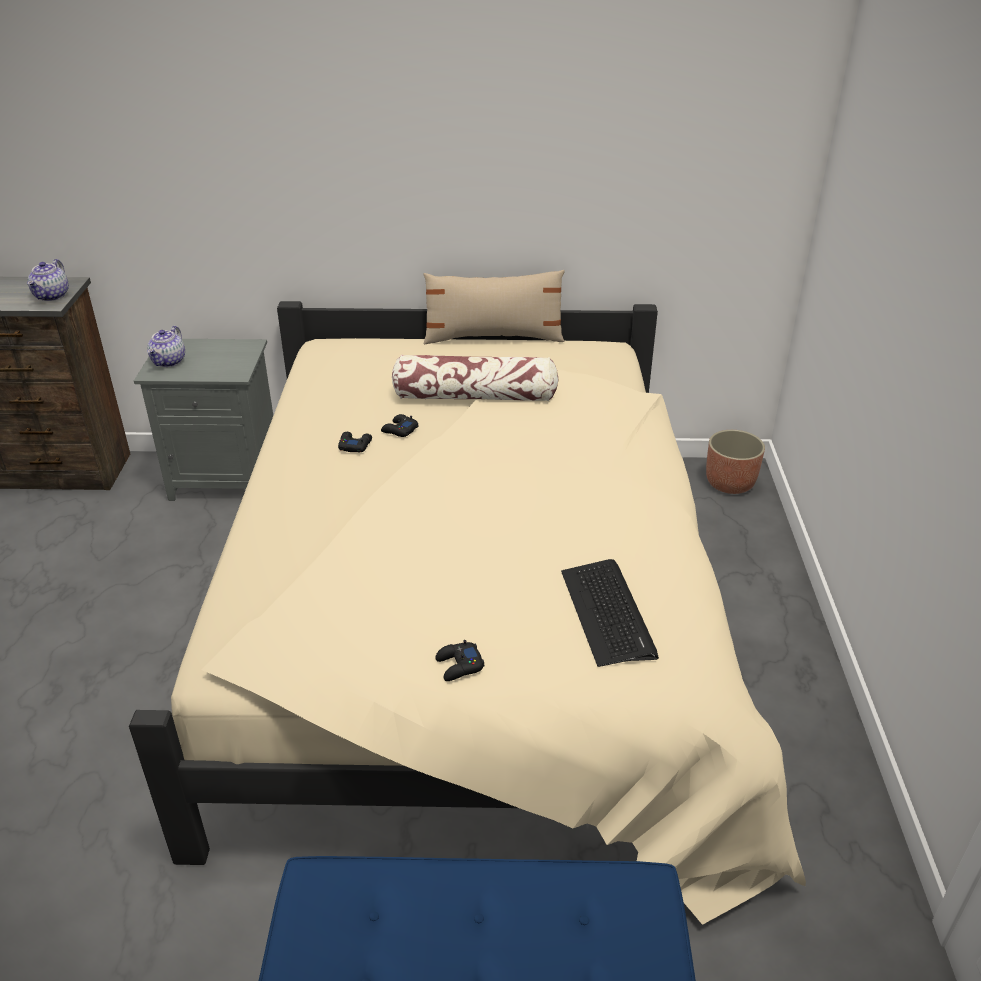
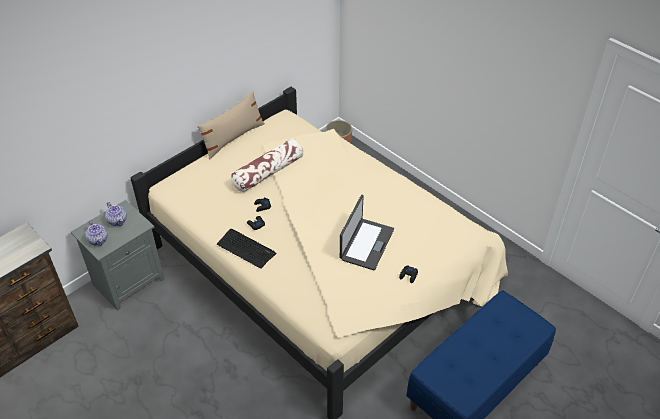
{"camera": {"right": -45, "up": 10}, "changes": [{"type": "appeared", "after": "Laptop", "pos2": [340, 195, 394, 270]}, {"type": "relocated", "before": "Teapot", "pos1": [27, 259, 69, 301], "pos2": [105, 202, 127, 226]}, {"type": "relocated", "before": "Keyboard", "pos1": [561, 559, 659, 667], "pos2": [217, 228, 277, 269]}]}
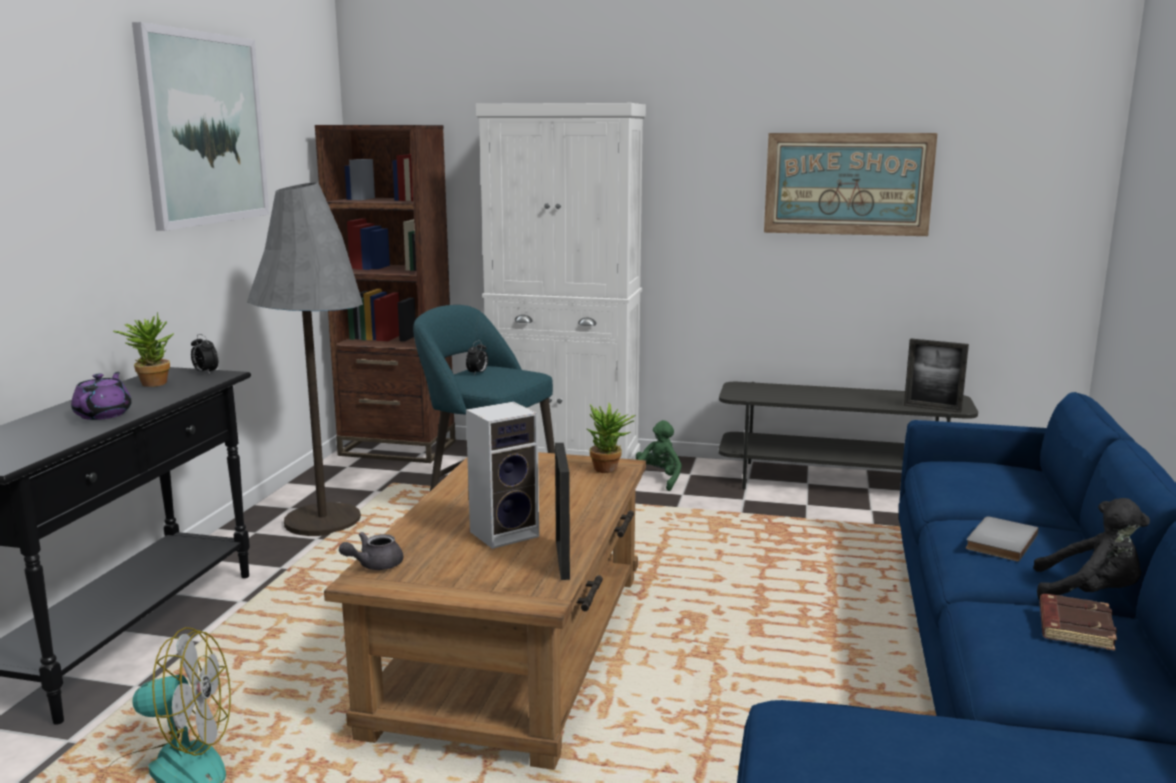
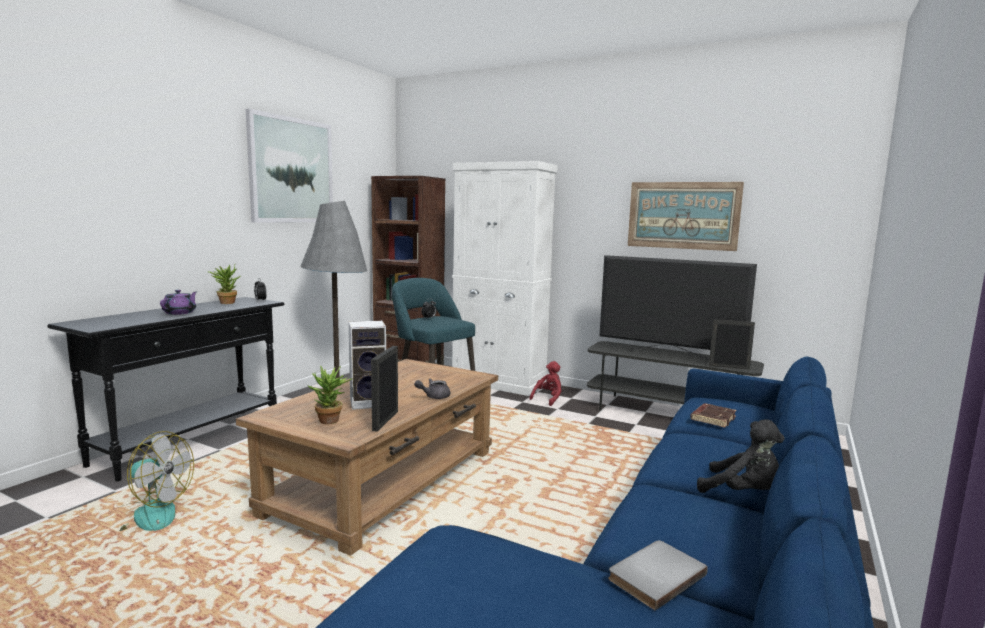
{"camera": {"right": 15, "up": -5}, "changes": [{"type": "appeared", "after": "Television", "pos2": [600, 255, 757, 360]}, {"type": "relocated", "before": "GreyTeapot", "pos1": [339, 532, 403, 570], "pos2": [414, 378, 450, 399]}, {"type": "relocated", "before": "PottedPlant", "pos1": [587, 402, 635, 473], "pos2": [307, 366, 353, 424]}, {"type": "relocated", "before": "GreyBook", "pos1": [966, 516, 1038, 562], "pos2": [608, 540, 708, 611]}, {"type": "relocated", "before": "BrownBook", "pos1": [1040, 594, 1117, 651], "pos2": [690, 403, 737, 428]}, {"type": "colour", "before": "GreenPlushToy", "after": "RedPlushToy", "pos1": [636, 420, 682, 491], "pos2": [529, 361, 561, 406]}, {"type": "spun", "before": "PictureFrame", "pos1": [904, 339, 969, 413], "pos2": [709, 319, 755, 370], "turn": 150}]}
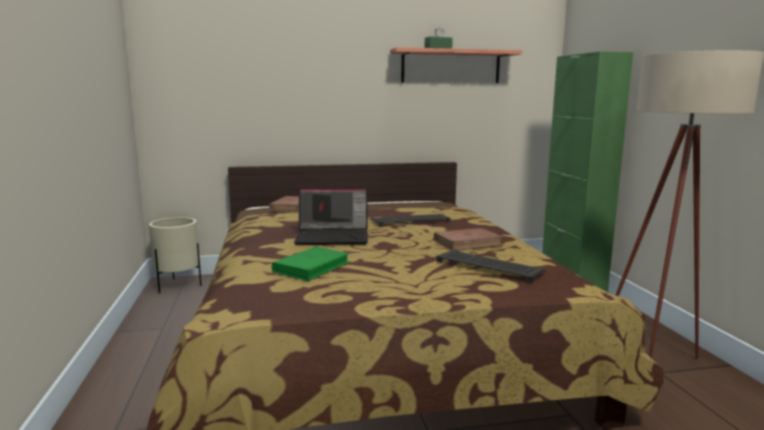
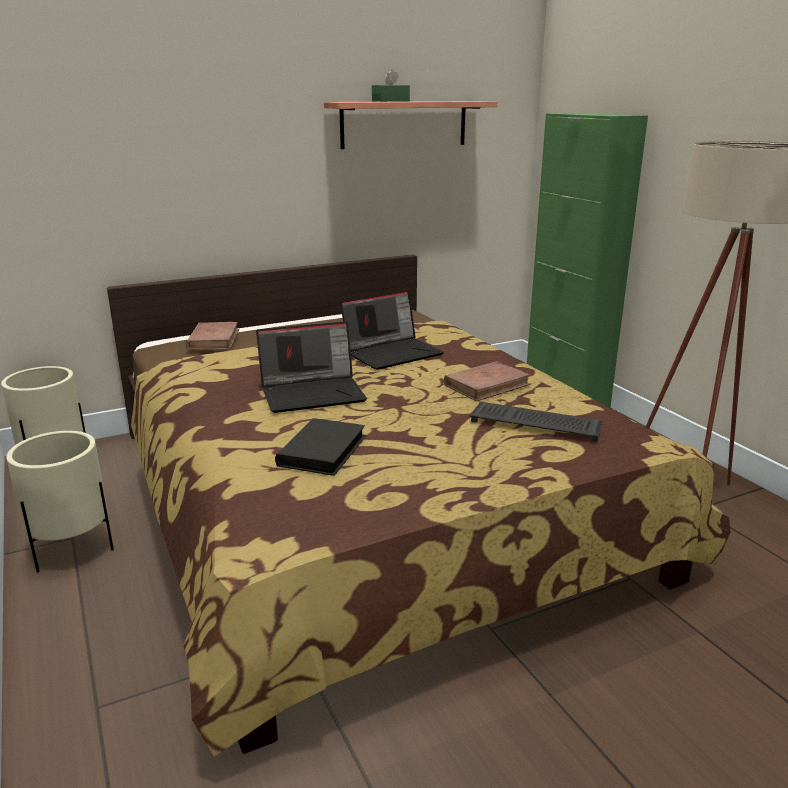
{"camera": {"right": -15, "up": 10}, "changes": [{"type": "appeared", "after": "BeigePlanter", "pos2": [6, 431, 114, 573]}, {"type": "exchanged", "before": "Keyboard", "after": "Laptop", "pos1": [370, 214, 451, 226], "pos2": [340, 290, 444, 370]}, {"type": "colour", "before": "GreenBook", "after": "BlackBook", "pos1": [272, 247, 351, 281], "pos2": [275, 418, 366, 476]}]}
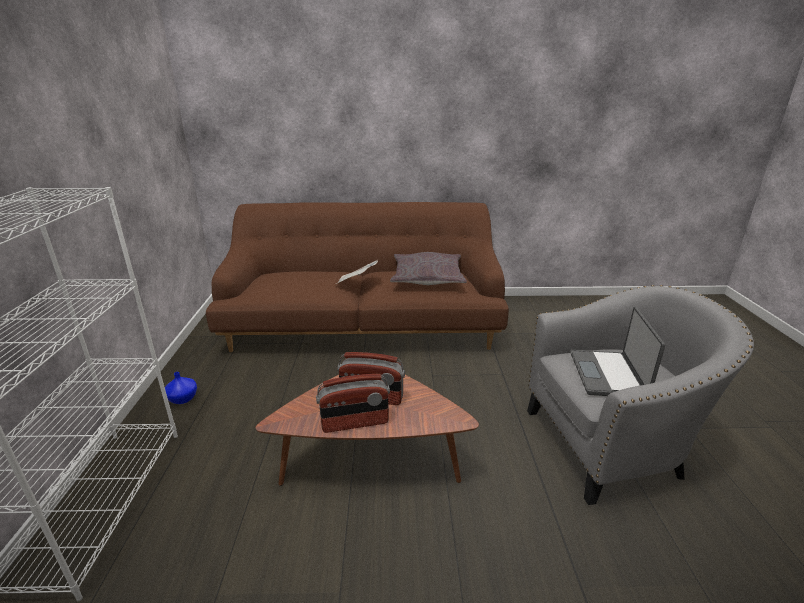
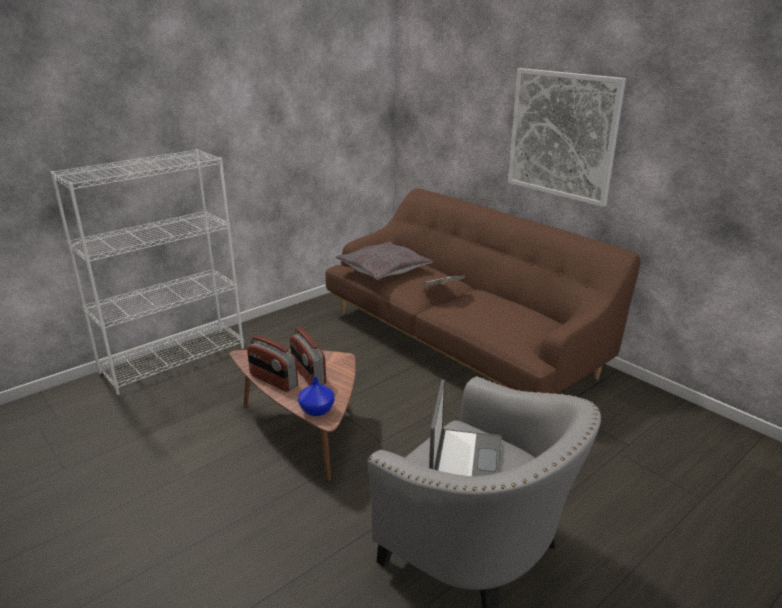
{"camera": {"right": 50, "up": 0}, "changes": [{"type": "appeared", "after": "Picture", "pos2": [508, 68, 626, 207]}, {"type": "relocated", "before": "BlueVase", "pos1": [165, 372, 197, 404], "pos2": [298, 377, 335, 416]}, {"type": "relocated", "before": "GreyPillow", "pos1": [390, 252, 467, 285], "pos2": [336, 242, 433, 280]}, {"type": "spun", "before": "Laptop", "pos1": [570, 307, 665, 396], "pos2": [429, 379, 502, 476], "turn": 135}]}
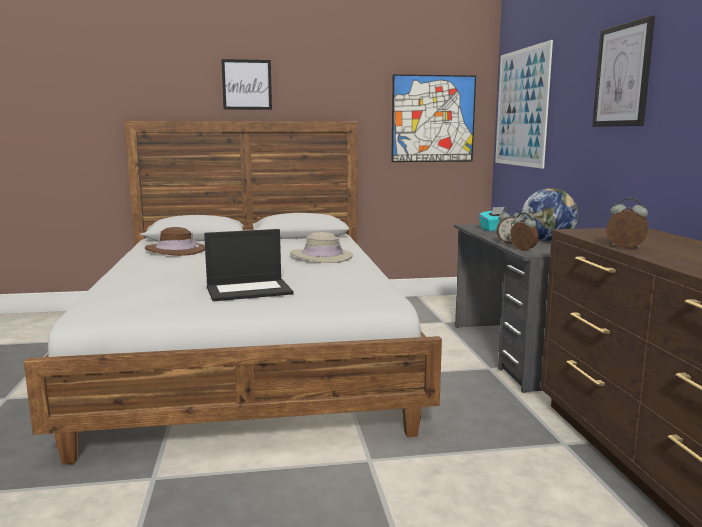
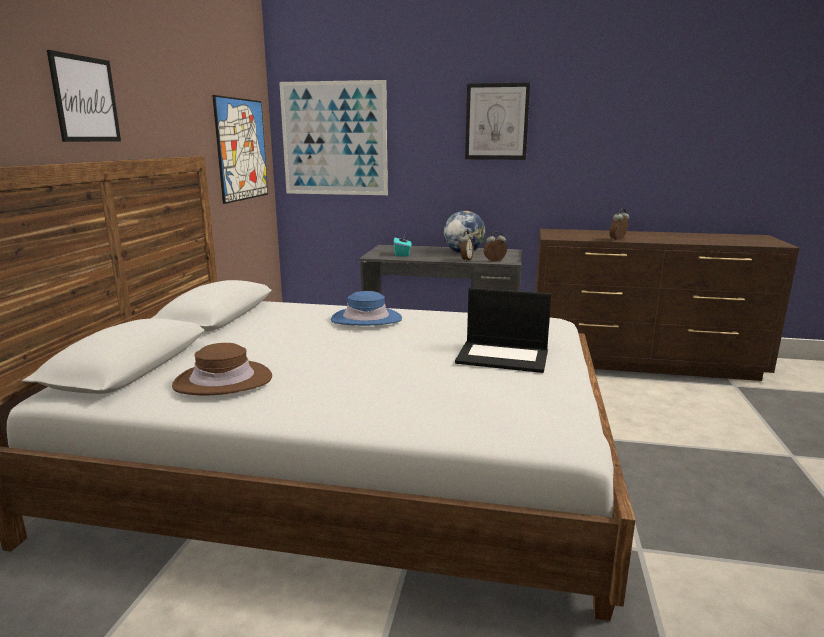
{"camera": {"right": -70, "up": 5}, "changes": [{"type": "colour", "before": "BeigeHat", "after": "BlueHat", "pos1": [290, 232, 353, 263], "pos2": [331, 291, 402, 326]}, {"type": "spun", "before": "Laptop", "pos1": [204, 229, 294, 301], "pos2": [455, 288, 551, 373], "turn": 105}]}
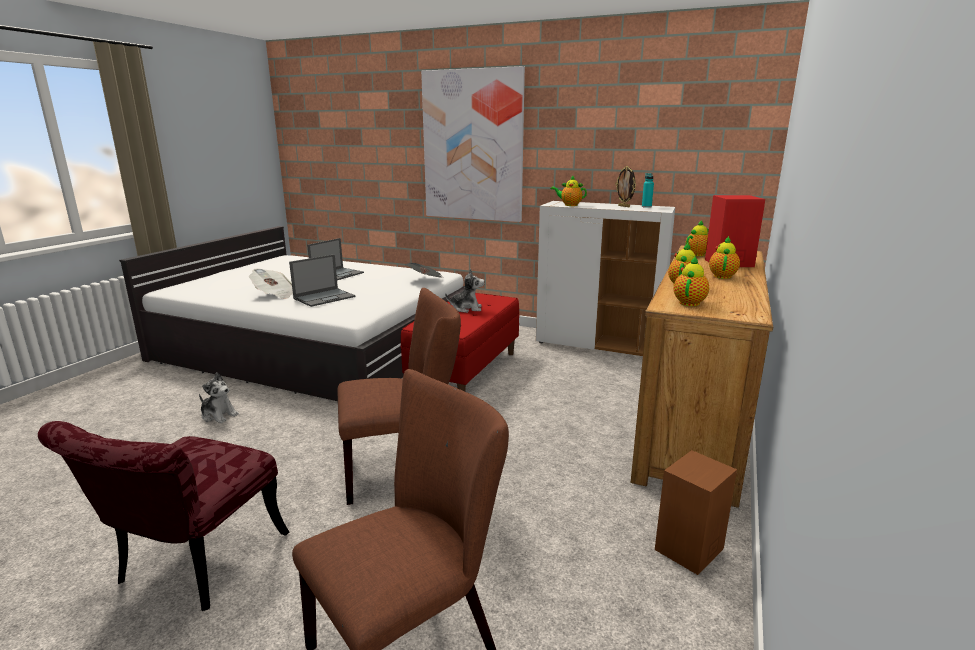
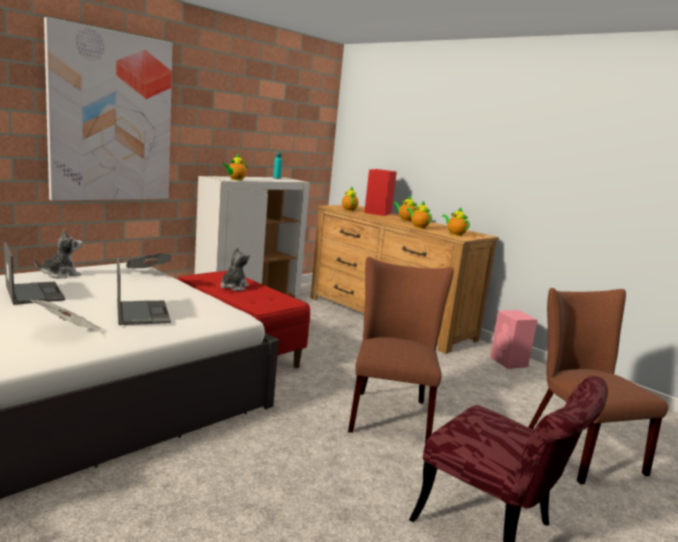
{"camera": {"right": -70, "up": -5}, "changes": [{"type": "missing", "before": "PictureFrame", "pos1": [616, 166, 636, 207]}, {"type": "relocated", "before": "PlushToy", "pos1": [199, 372, 239, 423], "pos2": [34, 230, 83, 278]}, {"type": "colour", "before": "BrownSpeaker", "after": "PinkSpeaker", "pos1": [655, 450, 737, 575], "pos2": [490, 310, 538, 369]}]}
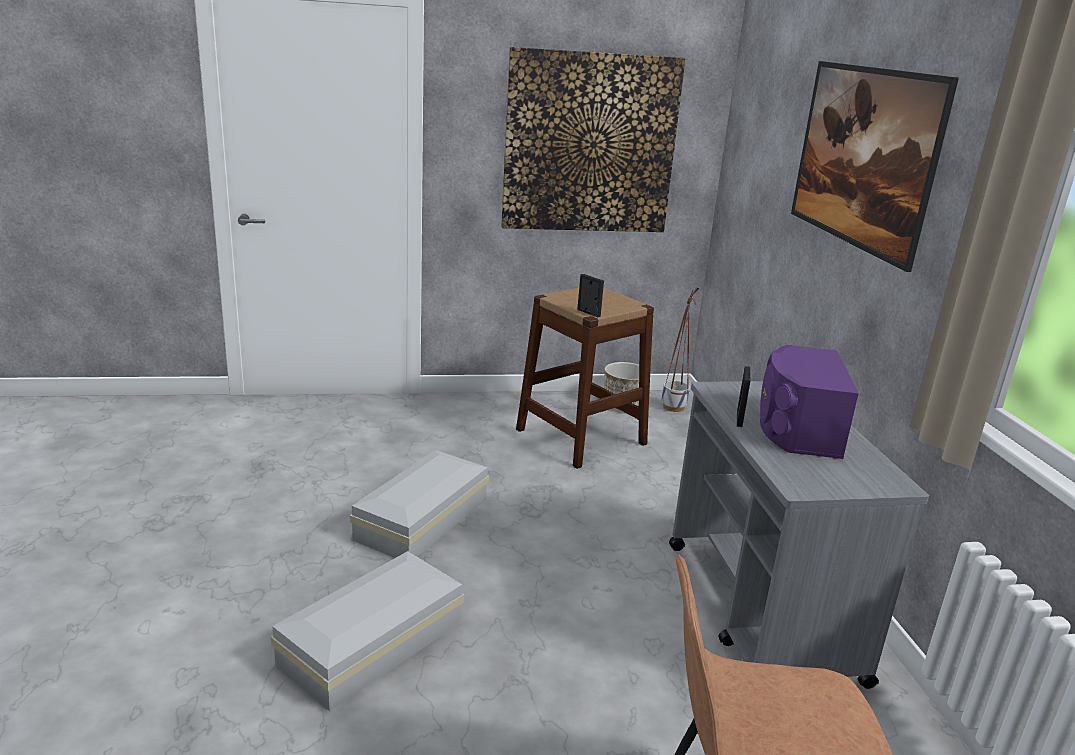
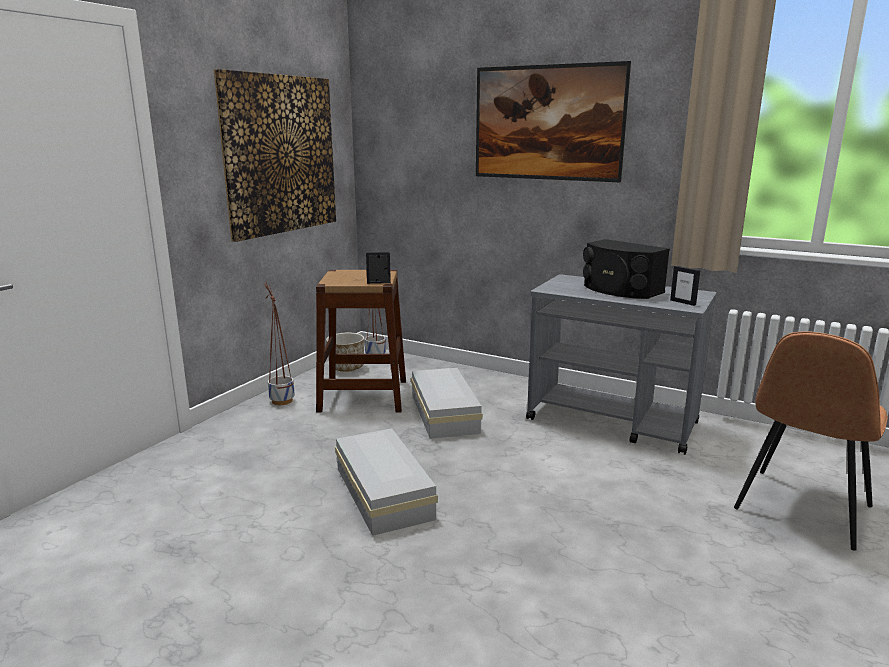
{"camera": {"right": -50, "up": -5}, "changes": [{"type": "appeared", "after": "Planter", "pos2": [264, 282, 295, 405]}, {"type": "relocated", "before": "WhiteStorageBox", "pos1": [271, 551, 464, 712], "pos2": [411, 368, 483, 439]}, {"type": "relocated", "before": "PictureFrame", "pos1": [737, 366, 750, 427], "pos2": [670, 266, 700, 306]}, {"type": "colour", "before": "PurpleSpeaker", "after": "BlackSpeaker", "pos1": [760, 345, 859, 459], "pos2": [583, 239, 670, 299]}]}
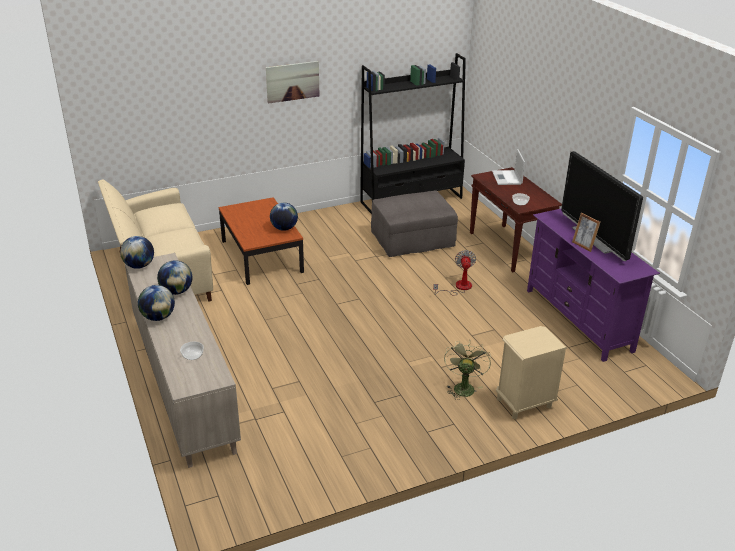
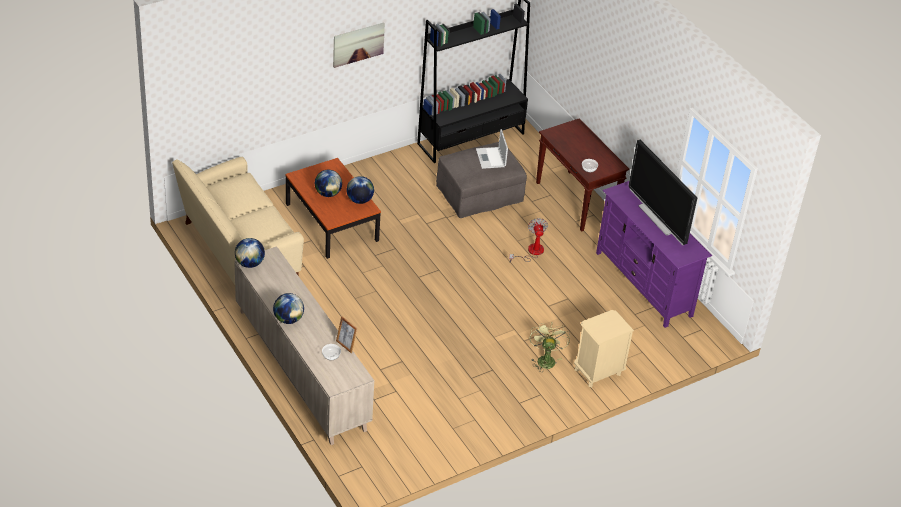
{"camera": {"right": -10, "up": 10}, "changes": [{"type": "relocated", "before": "Globe", "pos1": [157, 260, 192, 295], "pos2": [315, 170, 342, 197]}, {"type": "relocated", "before": "Laptop", "pos1": [492, 149, 525, 185], "pos2": [476, 129, 508, 169]}, {"type": "relocated", "before": "PictureFrame", "pos1": [572, 213, 600, 252], "pos2": [336, 316, 358, 353]}]}
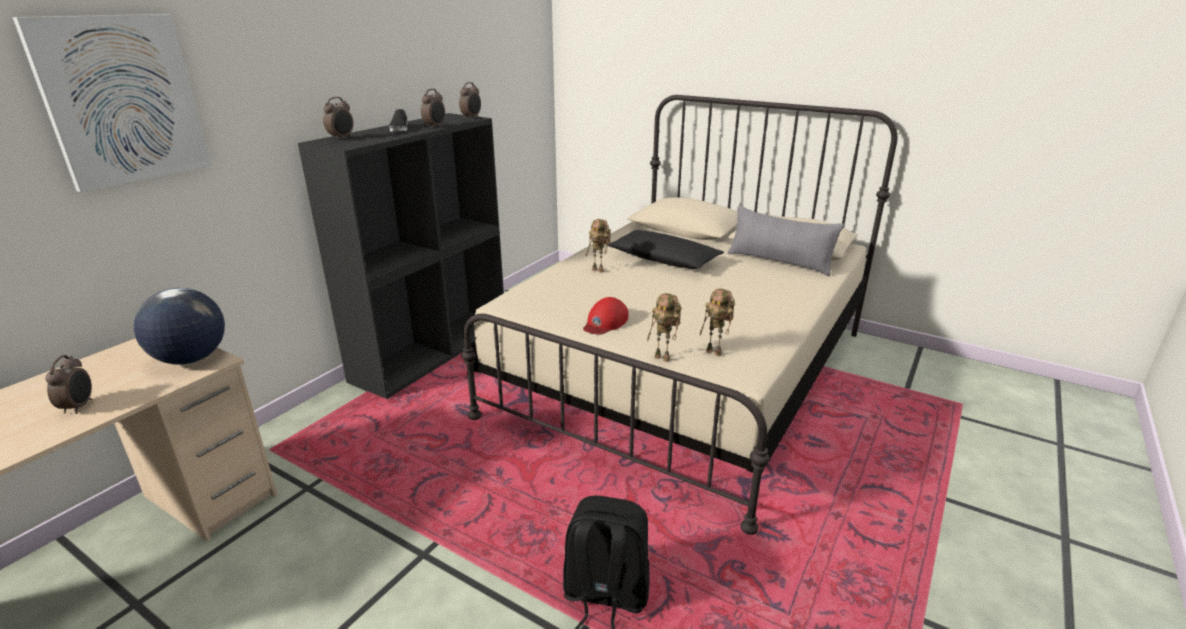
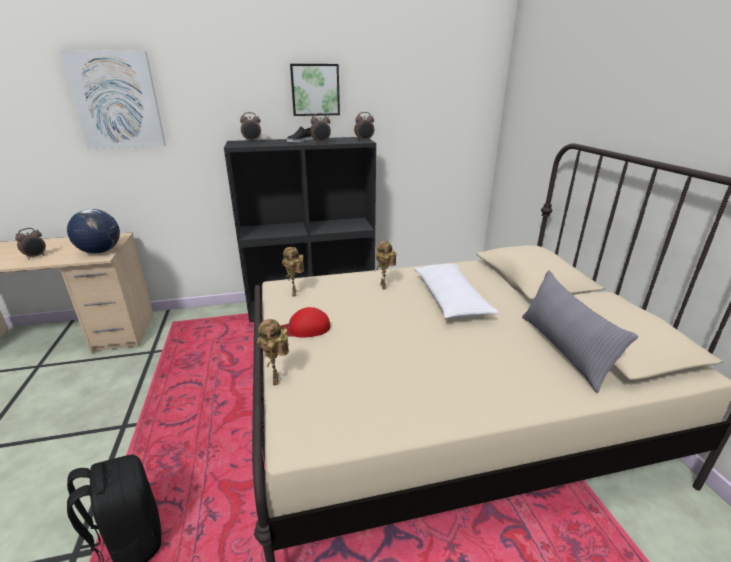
{"camera": {"right": 45, "up": 0}, "changes": [{"type": "appeared", "after": "Picture", "pos2": [290, 64, 340, 116]}, {"type": "relocated", "before": "ToyRobot", "pos1": [700, 289, 735, 356], "pos2": [282, 247, 304, 297]}, {"type": "colour", "before": "BlackPillow", "after": "WhitePillow", "pos1": [608, 230, 724, 269], "pos2": [414, 264, 499, 318]}]}
